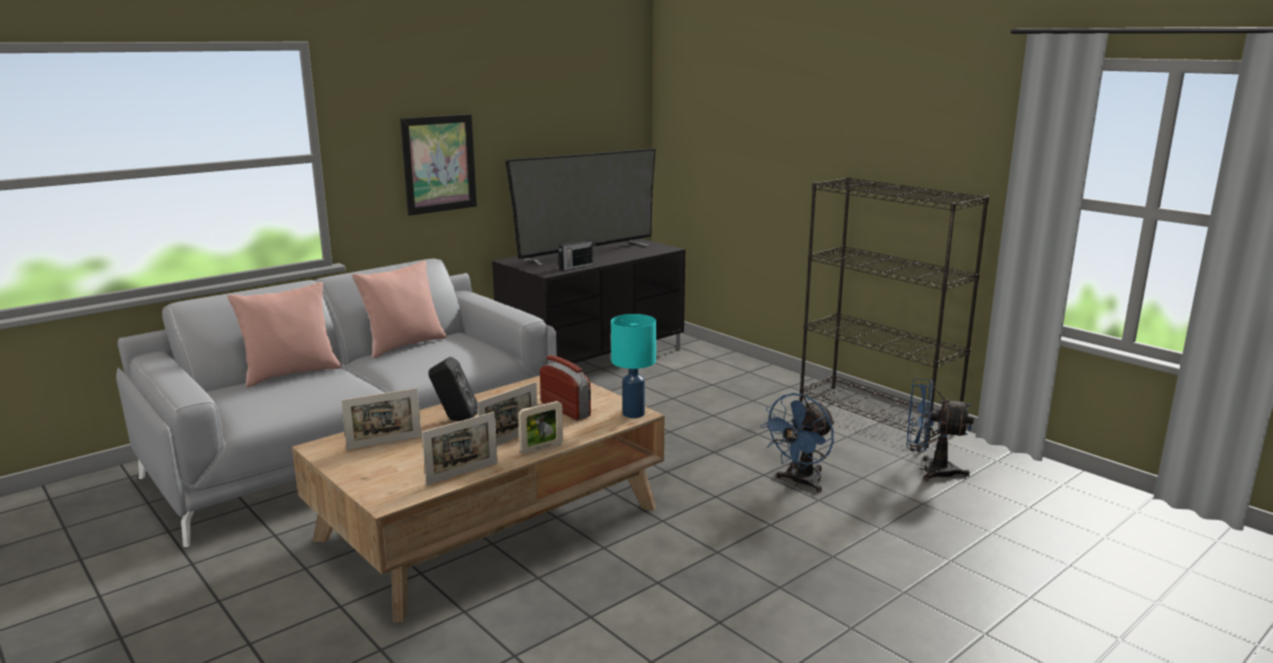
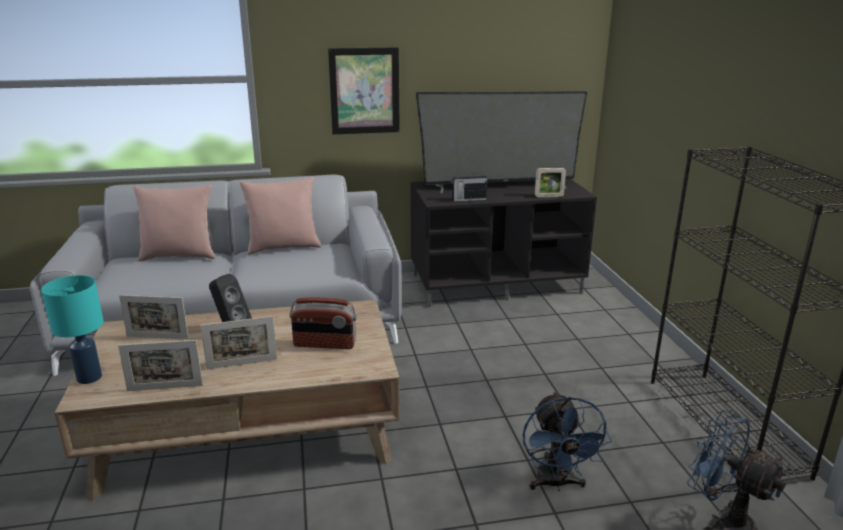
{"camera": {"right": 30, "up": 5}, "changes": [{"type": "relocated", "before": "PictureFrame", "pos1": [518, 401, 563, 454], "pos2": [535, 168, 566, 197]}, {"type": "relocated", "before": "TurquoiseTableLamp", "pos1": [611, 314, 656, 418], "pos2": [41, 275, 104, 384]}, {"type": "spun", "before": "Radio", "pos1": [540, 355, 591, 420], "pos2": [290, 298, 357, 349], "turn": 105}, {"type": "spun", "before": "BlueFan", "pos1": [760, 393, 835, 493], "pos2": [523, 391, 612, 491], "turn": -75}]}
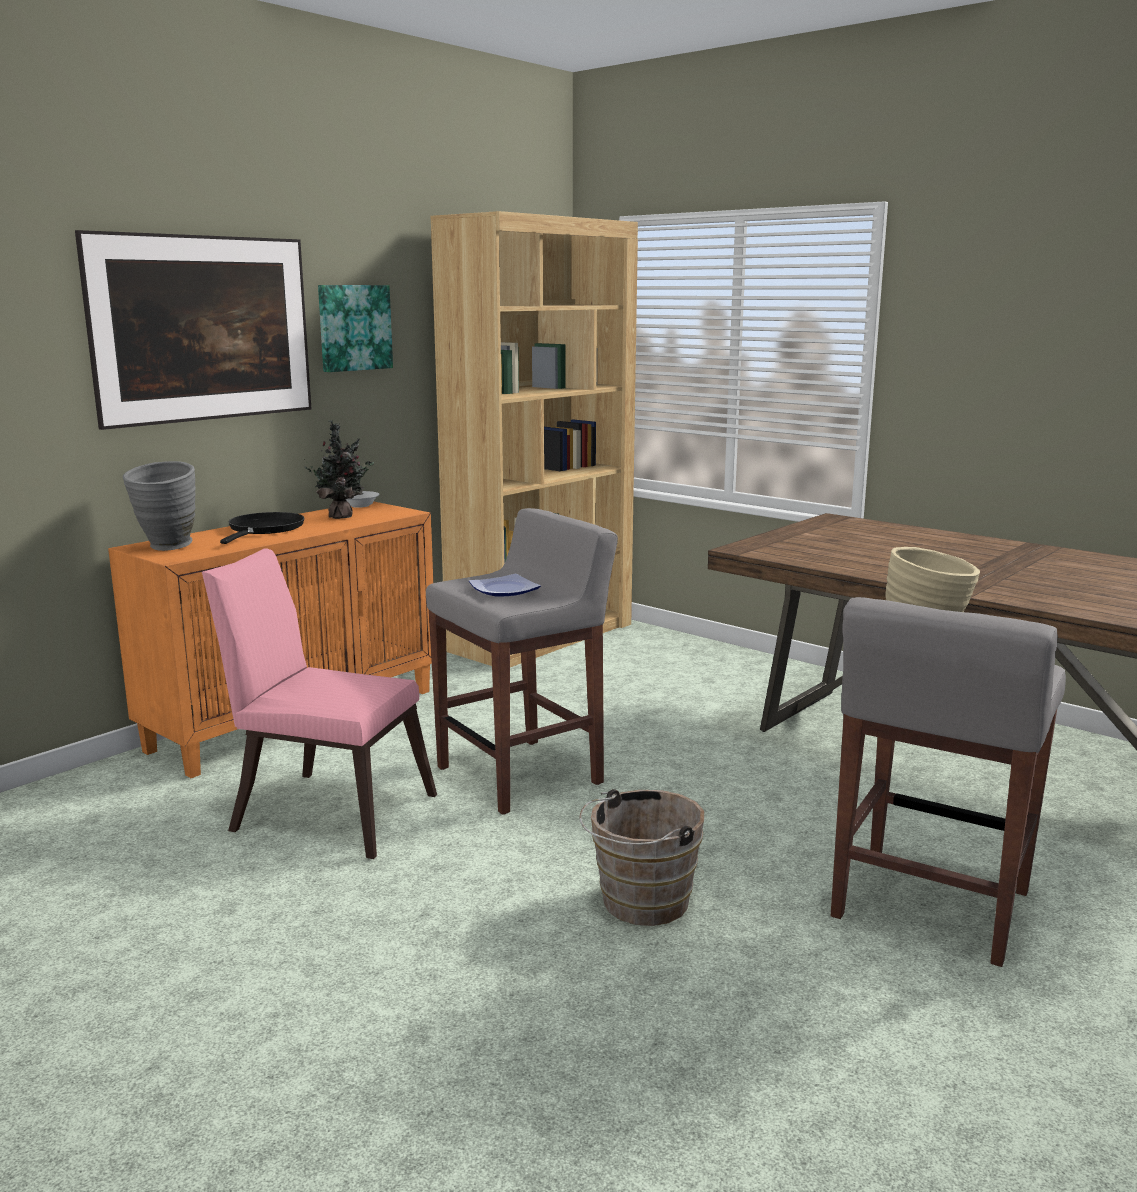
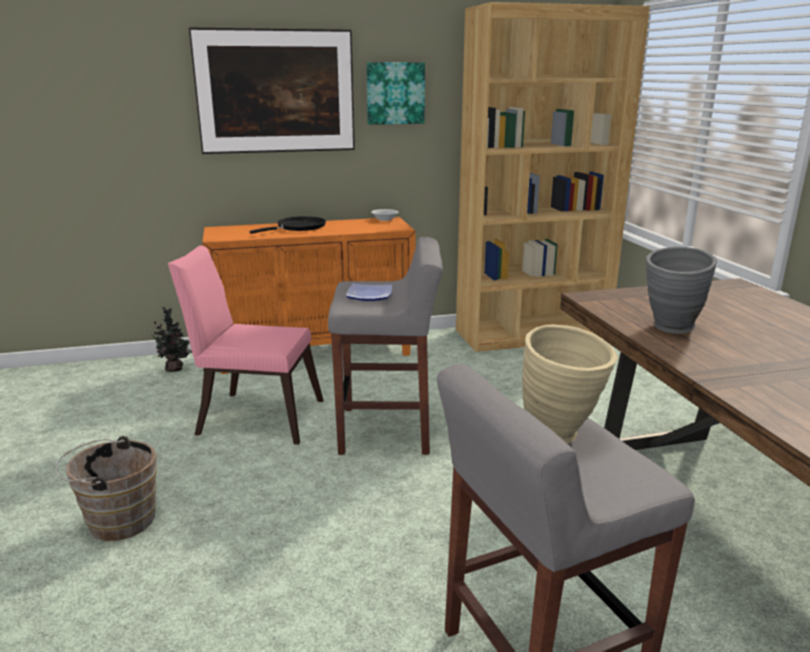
{"camera": {"right": 35, "up": 5}, "changes": [{"type": "relocated", "before": "GreyVase", "pos1": [123, 461, 196, 551], "pos2": [646, 246, 717, 334]}, {"type": "relocated", "before": "PottedPlant", "pos1": [304, 420, 374, 519], "pos2": [151, 307, 192, 372]}, {"type": "relocated", "before": "BrownBucket", "pos1": [579, 789, 704, 926], "pos2": [55, 436, 157, 541]}, {"type": "spun", "before": "PinkChair", "pos1": [202, 548, 437, 859], "pos2": [168, 245, 323, 445], "turn": -45}]}
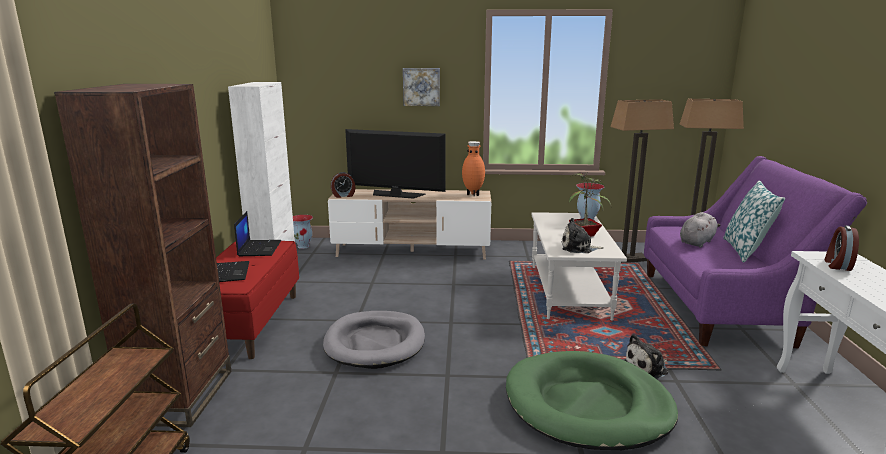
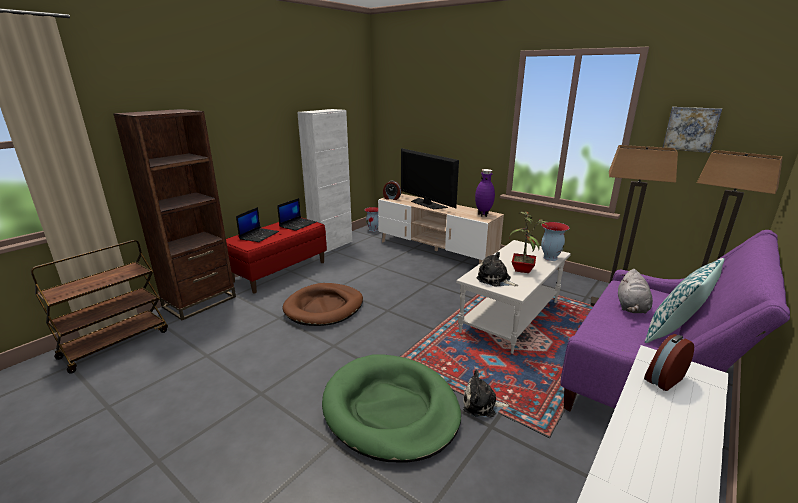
{"camera": {"right": 35, "up": 5}, "changes": [{"type": "relocated", "before": "Picture", "pos1": [403, 68, 440, 106], "pos2": [663, 107, 722, 153]}, {"type": "colour", "before": "GreyDogBed", "after": "BrownDogBed", "pos1": [323, 311, 425, 369], "pos2": [282, 283, 363, 326]}, {"type": "colour", "before": "OrangeVase", "after": "PurpleVase", "pos1": [462, 141, 485, 196], "pos2": [475, 169, 495, 217]}, {"type": "spun", "before": "GreyPlushToy", "pos1": [680, 212, 720, 248], "pos2": [618, 269, 653, 314], "turn": 120}]}
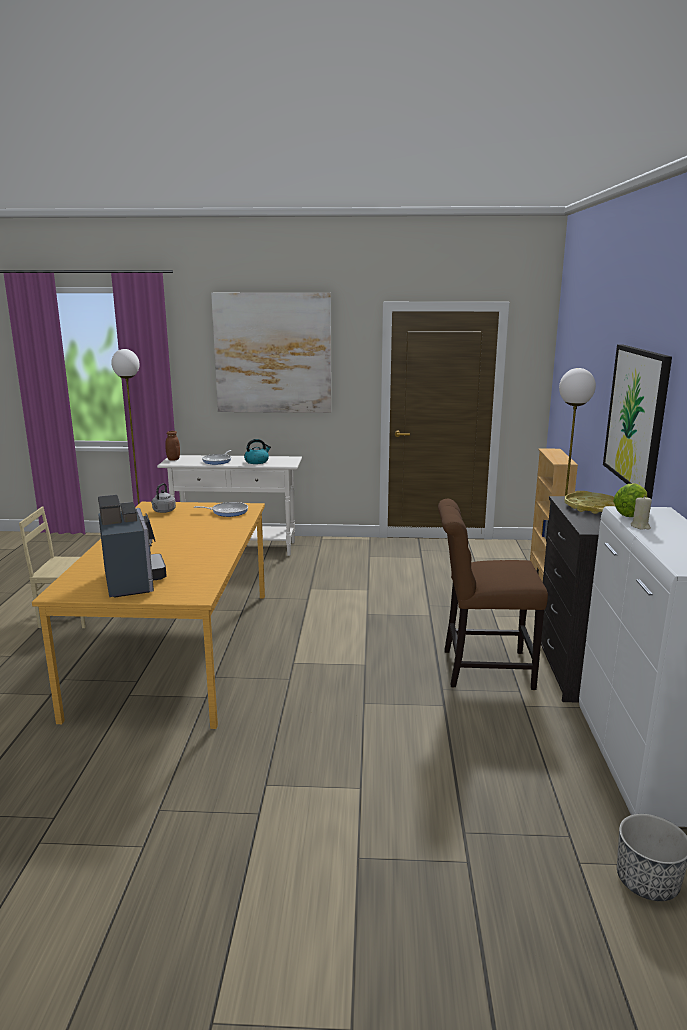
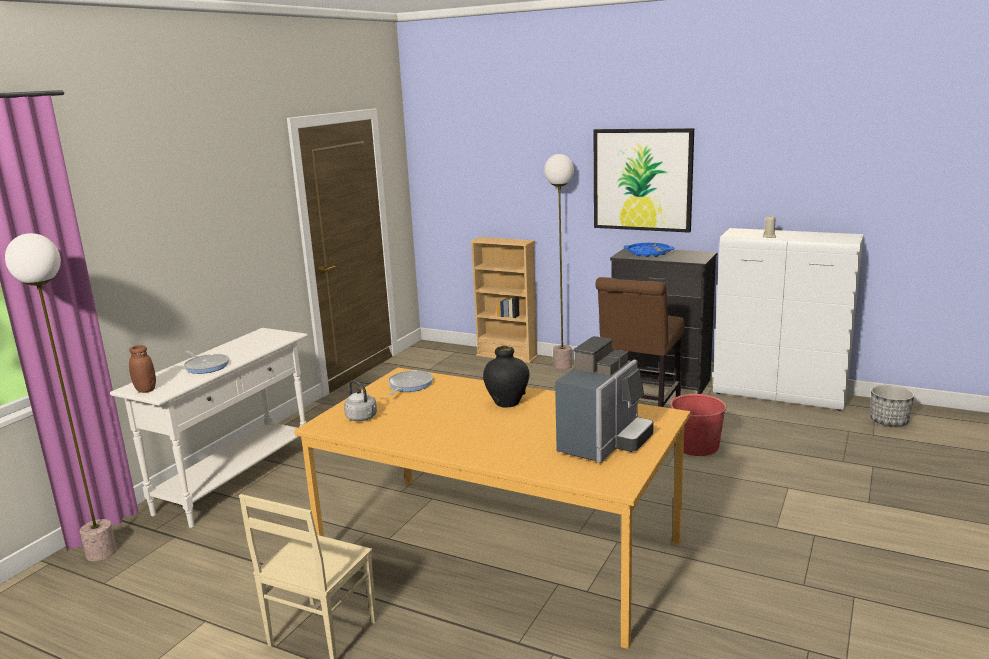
{"camera": {"right": -65, "up": 0}, "changes": [{"type": "missing", "before": "Picture", "pos1": [211, 293, 331, 413]}, {"type": "missing", "before": "Kettle", "pos1": [244, 439, 271, 464]}, {"type": "missing", "before": "Lettuce", "pos1": [613, 484, 647, 517]}, {"type": "appeared", "after": "BlackVase", "pos2": [483, 346, 529, 408]}, {"type": "appeared", "after": "RedBucket", "pos2": [670, 394, 727, 456]}, {"type": "colour", "before": "YellowTray", "after": "BlueTray", "pos1": [565, 491, 615, 514], "pos2": [624, 243, 675, 257]}, {"type": "spun", "before": "CoffeeMachine", "pos1": [98, 495, 167, 597], "pos2": [555, 336, 654, 462], "turn": 120}]}
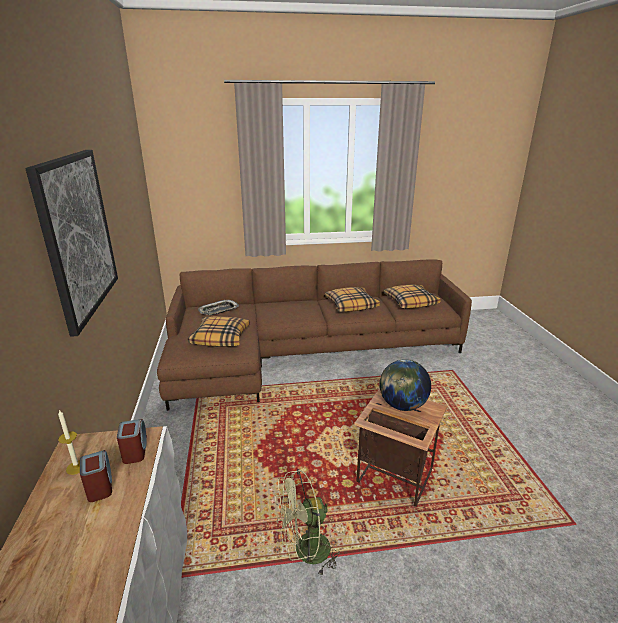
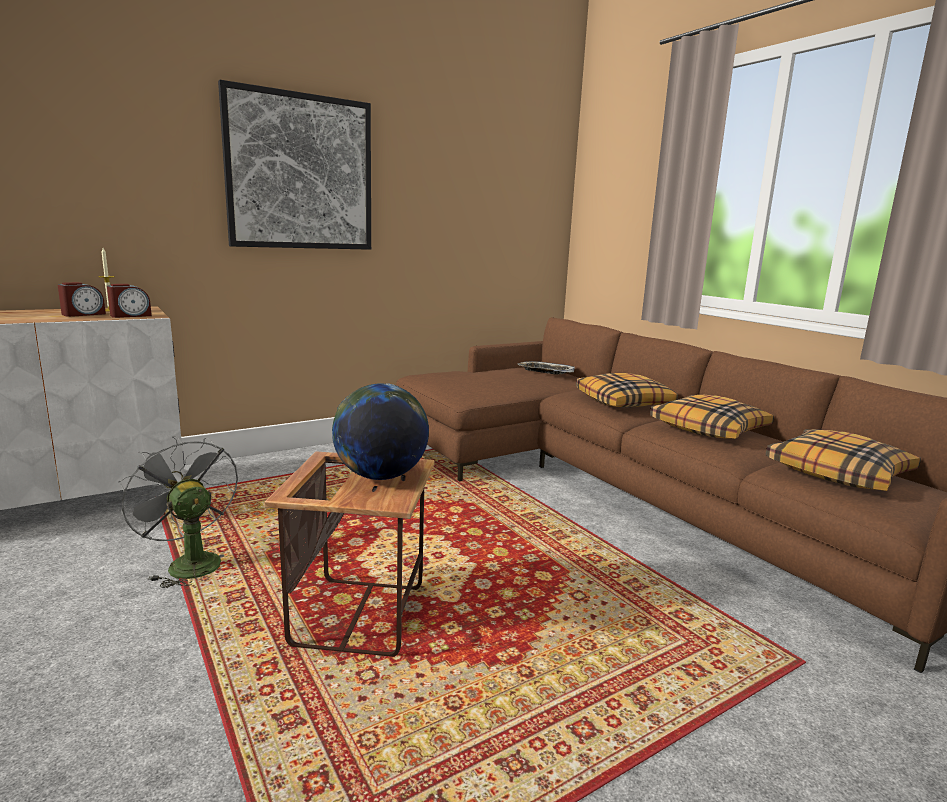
{"camera": {"right": 65, "up": -10}, "changes": [{"type": "relocated", "before": "Pillow", "pos1": [188, 317, 250, 347], "pos2": [576, 373, 678, 408]}, {"type": "colour", "before": "GreenFan", "after": "GreyFan", "pos1": [275, 469, 340, 577], "pos2": [118, 435, 238, 588]}]}
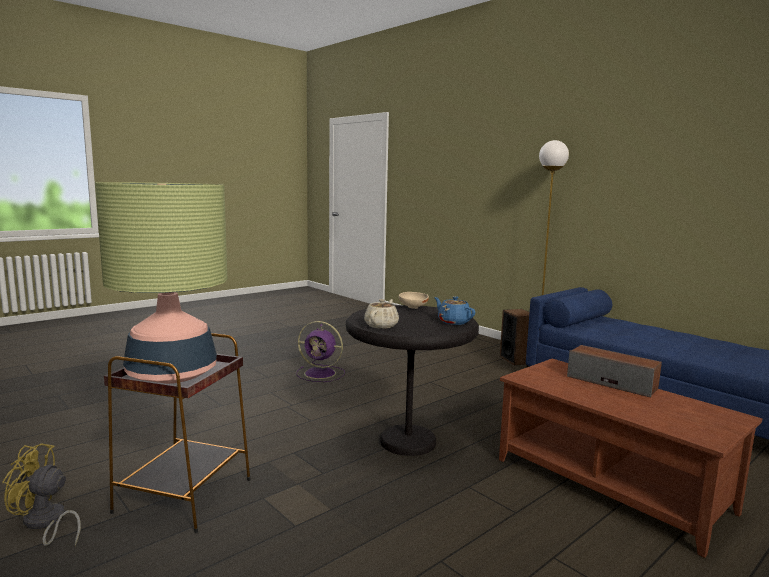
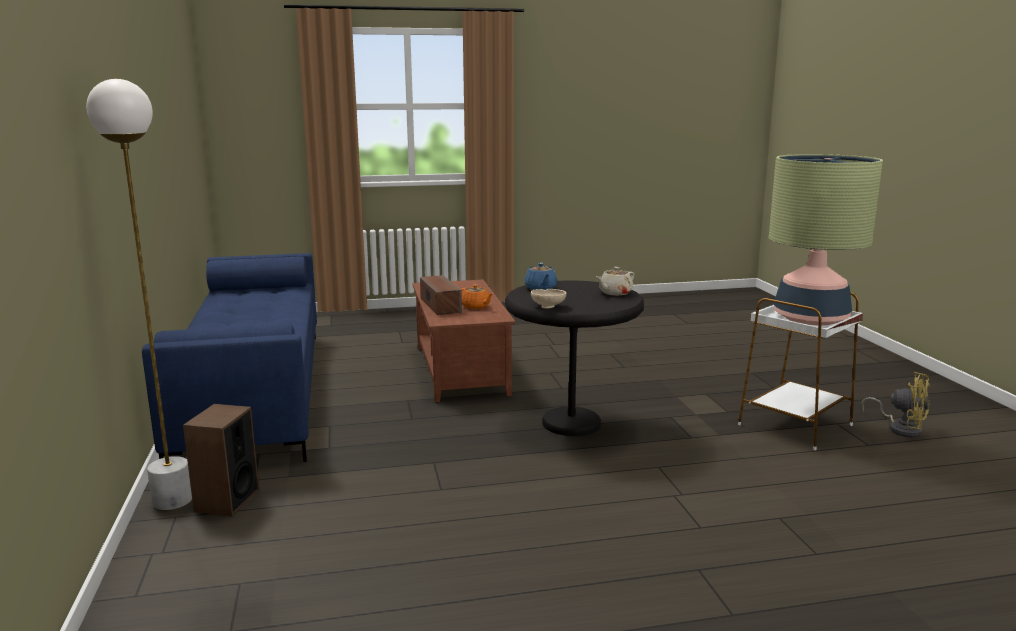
{"camera": {"right": -150, "up": 5}, "changes": [{"type": "missing", "before": "PurpleFan", "pos1": [296, 321, 345, 382]}, {"type": "appeared", "after": "OrangeTeapot", "pos2": [461, 284, 494, 309]}, {"type": "colour", "before": "BrownSideTable", "after": "WhiteSideTable", "pos1": [104, 333, 250, 533], "pos2": [738, 292, 863, 450]}]}
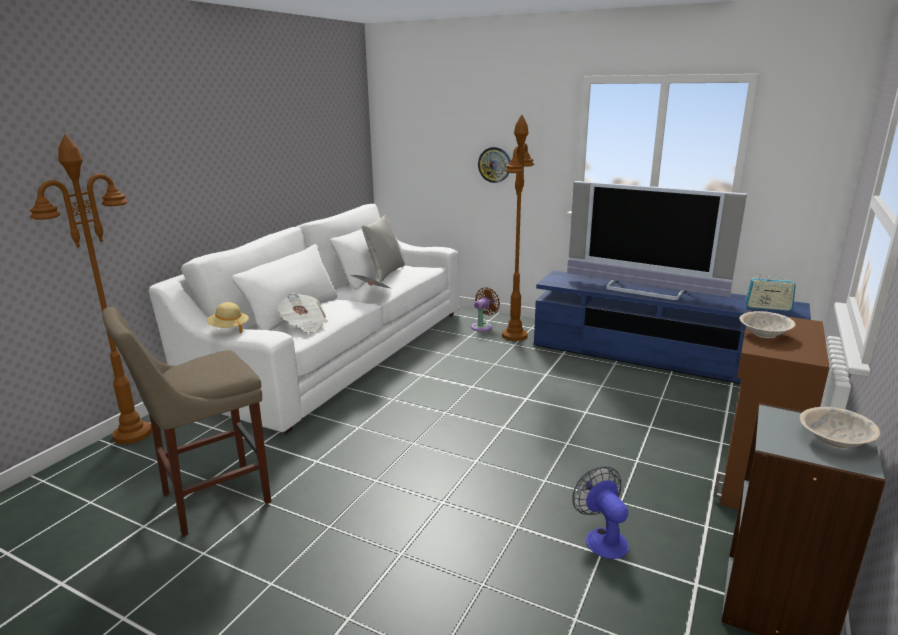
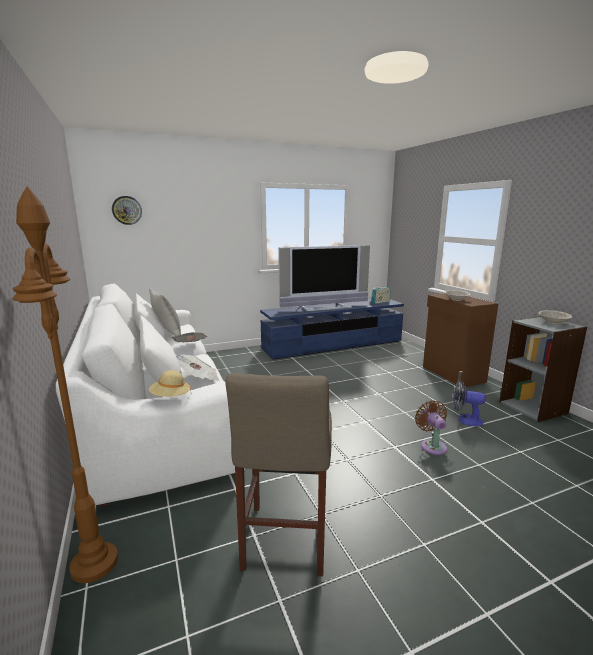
{"camera": {"right": -50, "up": -5}, "changes": [{"type": "missing", "before": "BrownFloorLamp", "pos1": [502, 115, 534, 341]}, {"type": "relocated", "before": "BrownFan", "pos1": [471, 287, 500, 332], "pos2": [415, 400, 447, 455]}, {"type": "relocated", "before": "WallClock", "pos1": [478, 147, 510, 183], "pos2": [112, 196, 142, 225]}]}
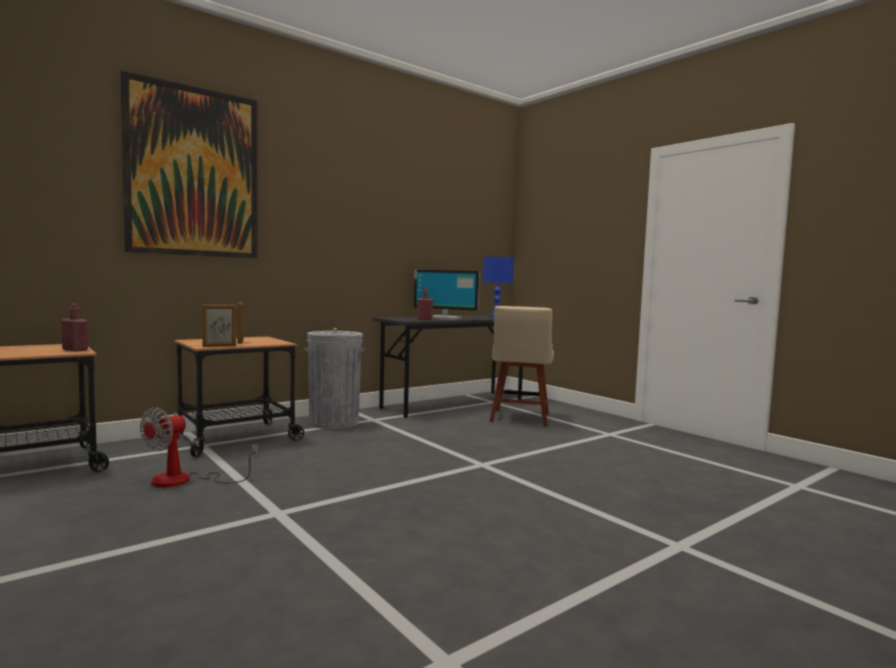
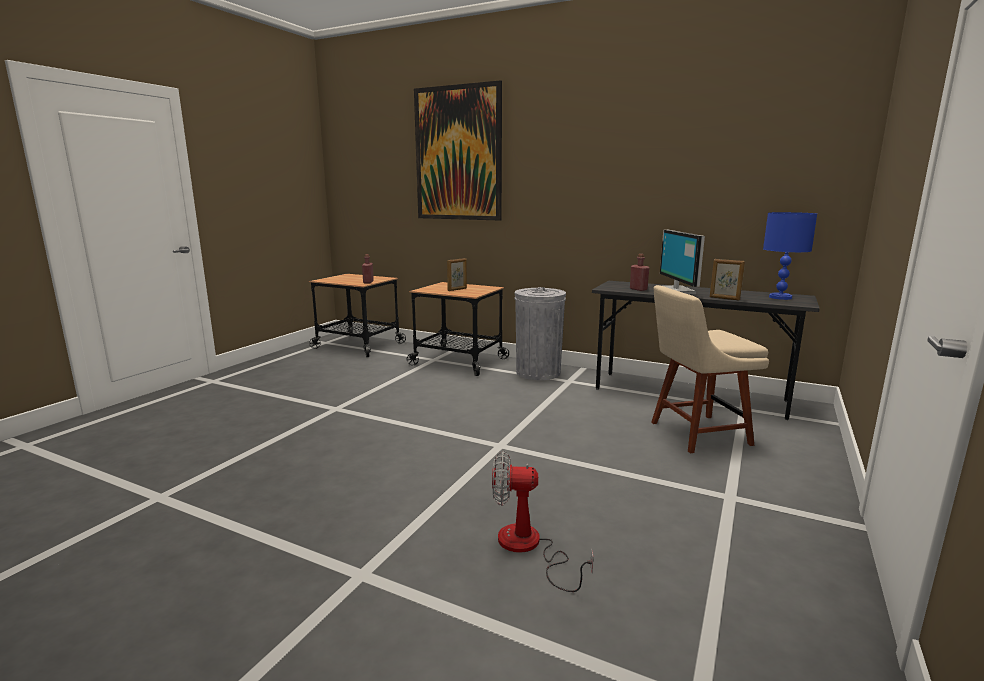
{"camera": {"right": 65, "up": 10}, "changes": [{"type": "relocated", "before": "Fan", "pos1": [140, 407, 258, 487], "pos2": [492, 451, 593, 592]}, {"type": "relocated", "before": "PictureFrame", "pos1": [202, 304, 236, 347], "pos2": [710, 259, 745, 300]}]}
